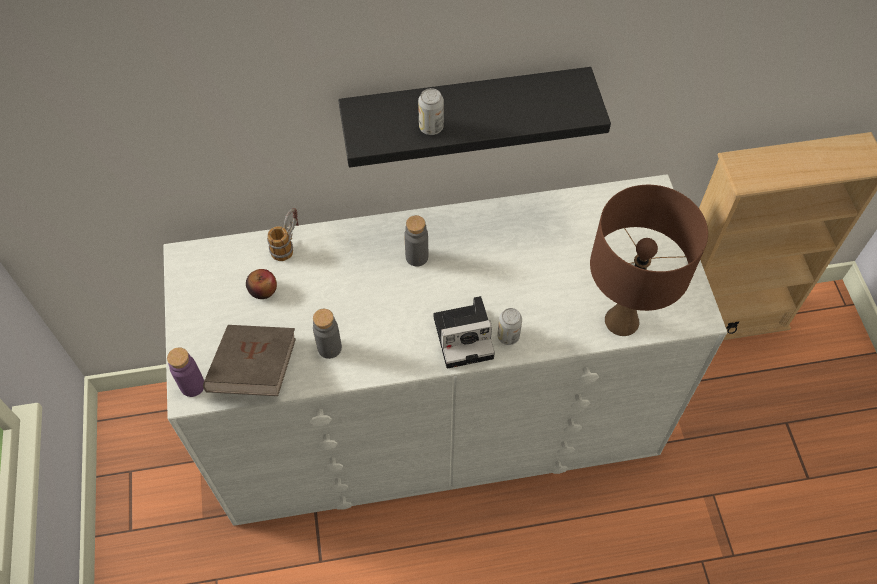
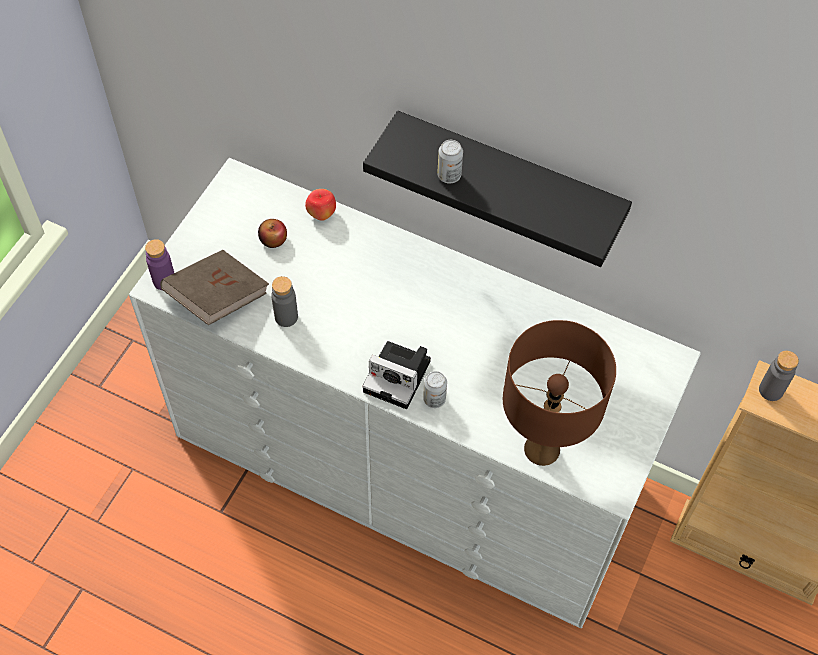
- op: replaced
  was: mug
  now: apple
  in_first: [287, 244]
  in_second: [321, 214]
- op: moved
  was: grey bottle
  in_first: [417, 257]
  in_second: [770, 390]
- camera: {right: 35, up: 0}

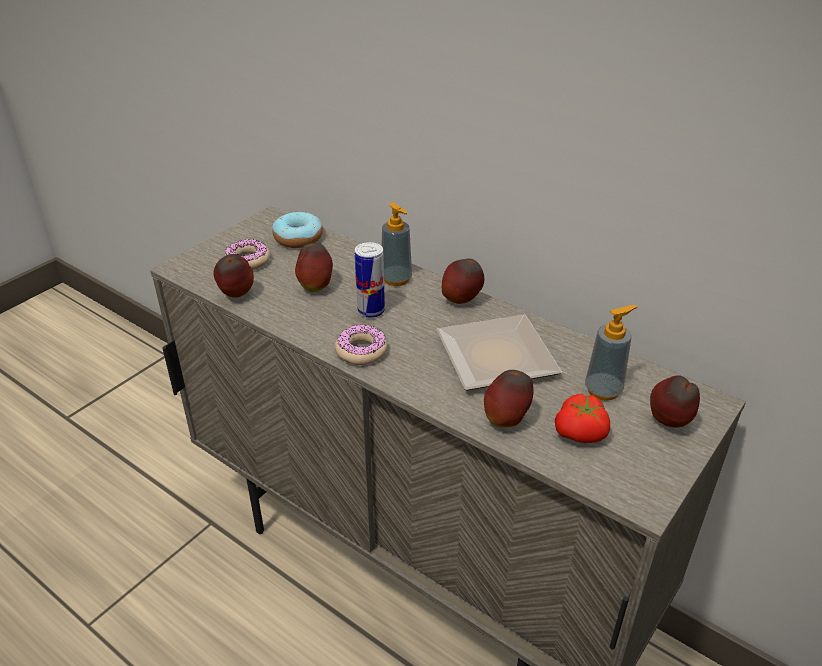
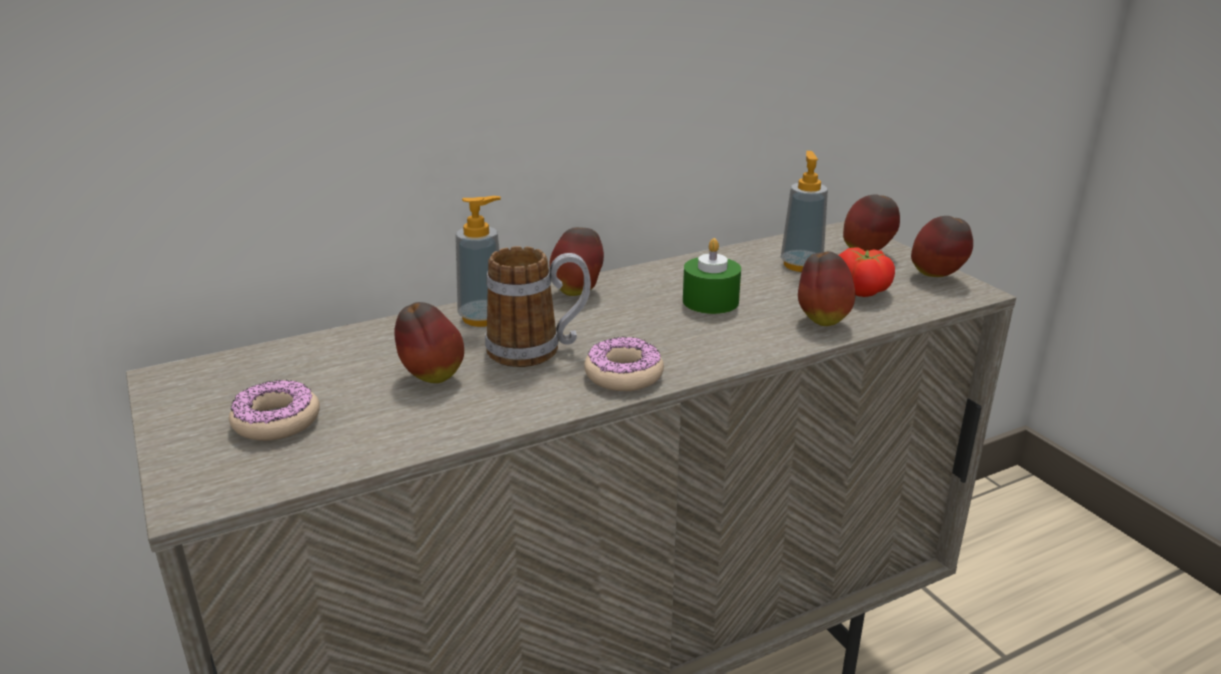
- op: replaced
  was: can
  now: mug
  in_first: [371, 311]
  in_second: [538, 350]
- op: replaced
  was: plate
  now: green candle
  in_first: [494, 360]
  in_second: [710, 301]
- op: moved
  was: apple
  in_first: [236, 296]
  in_second: [937, 277]
- op: removed
  was: donut
  in_first: [298, 238]
- camera: {right: -65, up: -10}

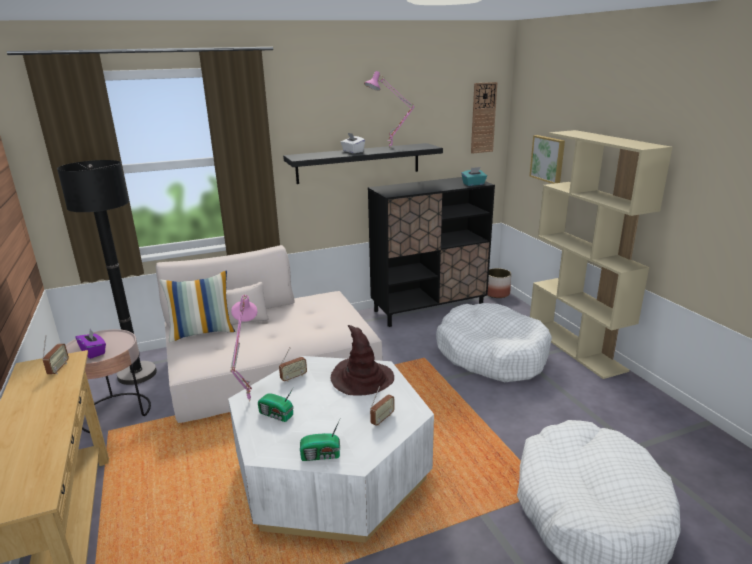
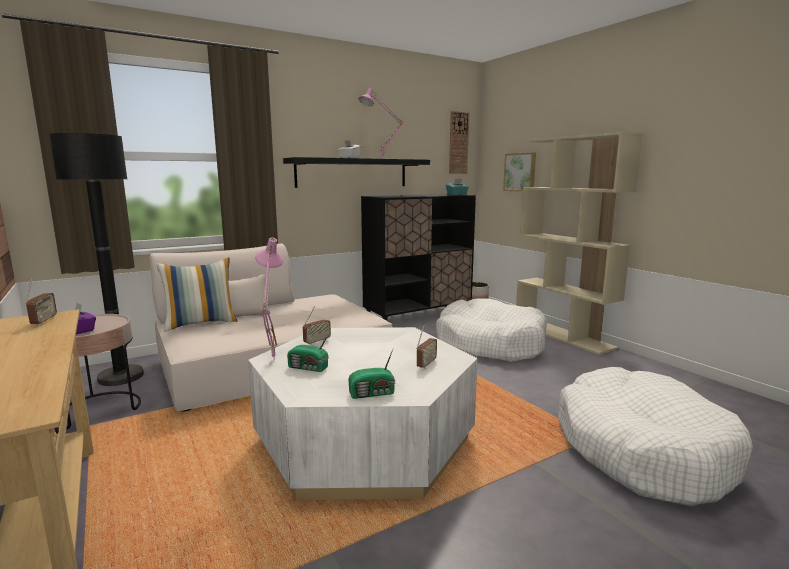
- op: removed
  was: brown hat
  in_first: [362, 379]
- camera: {right: -10, up: -10}

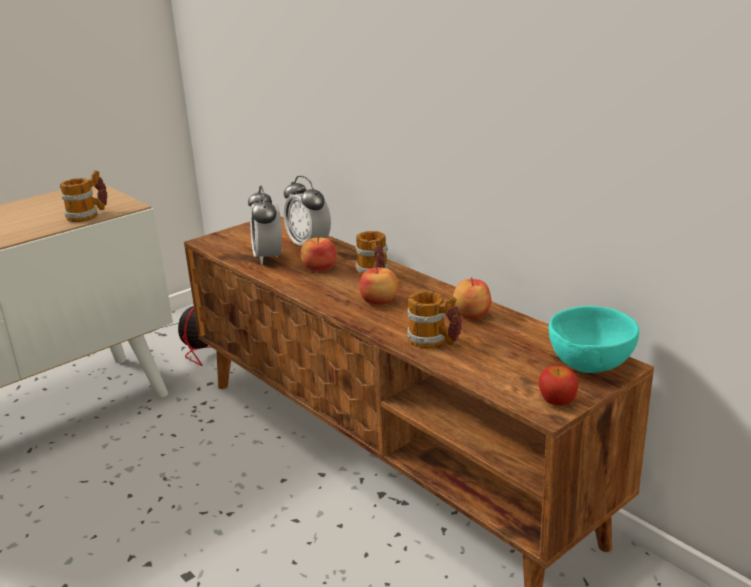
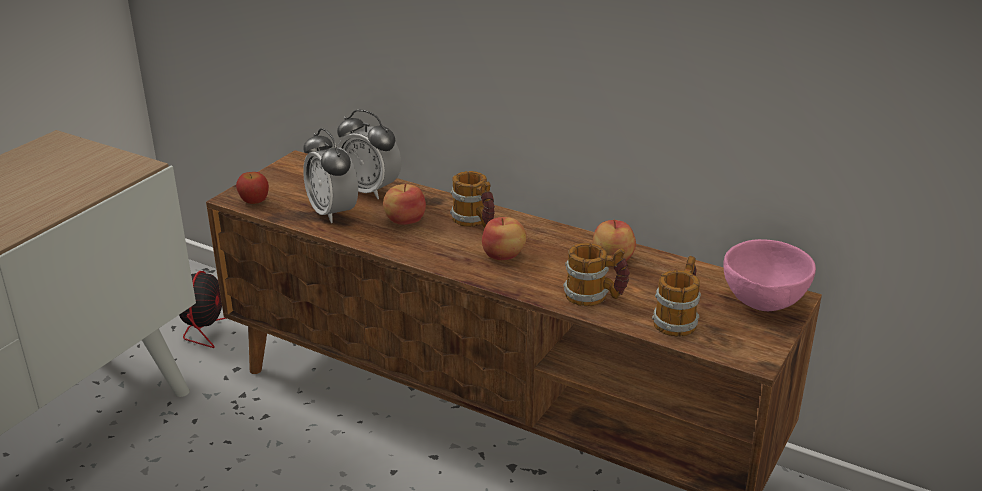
- op: moved
  was: apple
  in_first: [557, 401]
  in_second: [254, 201]
- op: moved
  was: mug
  in_first: [88, 215]
  in_second: [678, 319]
- op: recoloured
  was: turquoise bowl
  now: pink bowl
  in_first: [588, 364]
  in_second: [762, 301]
- camera: {right: -20, up: 5}

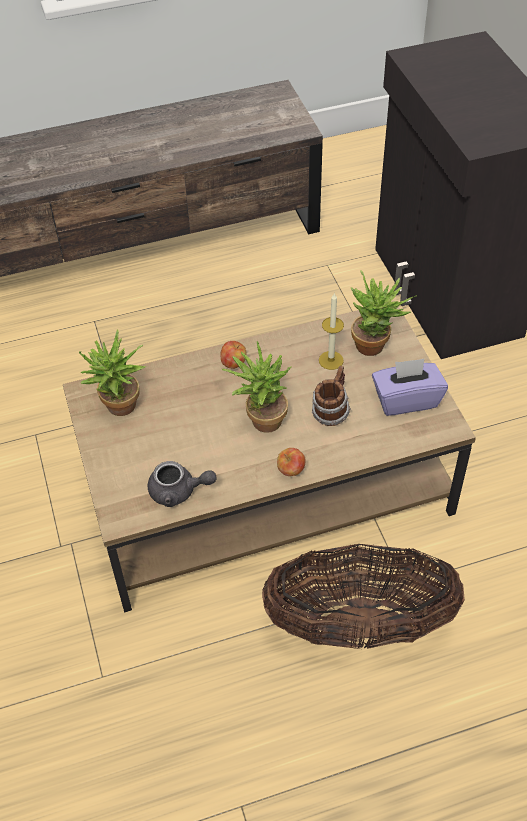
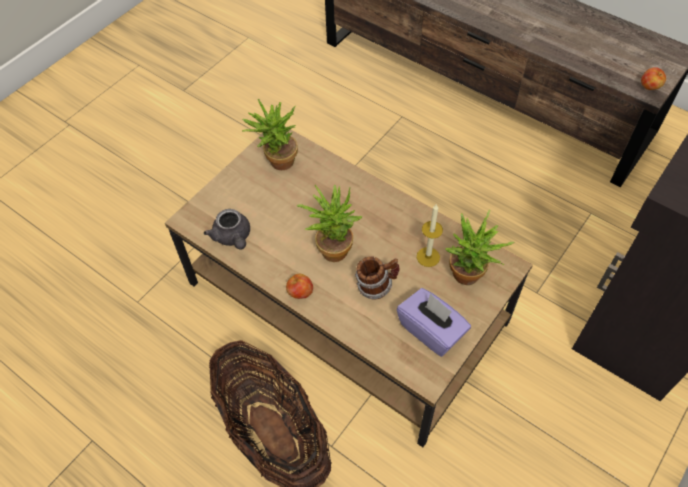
- op: moved
  was: apple
  in_first: [233, 363]
  in_second: [649, 87]
- camera: {right: 55, up: 5}

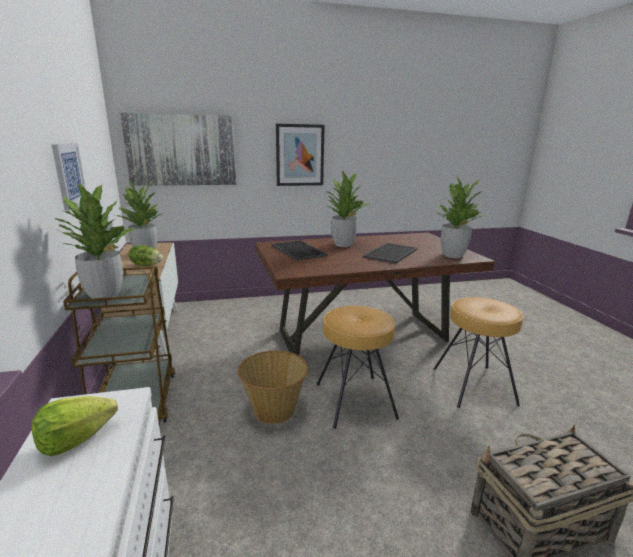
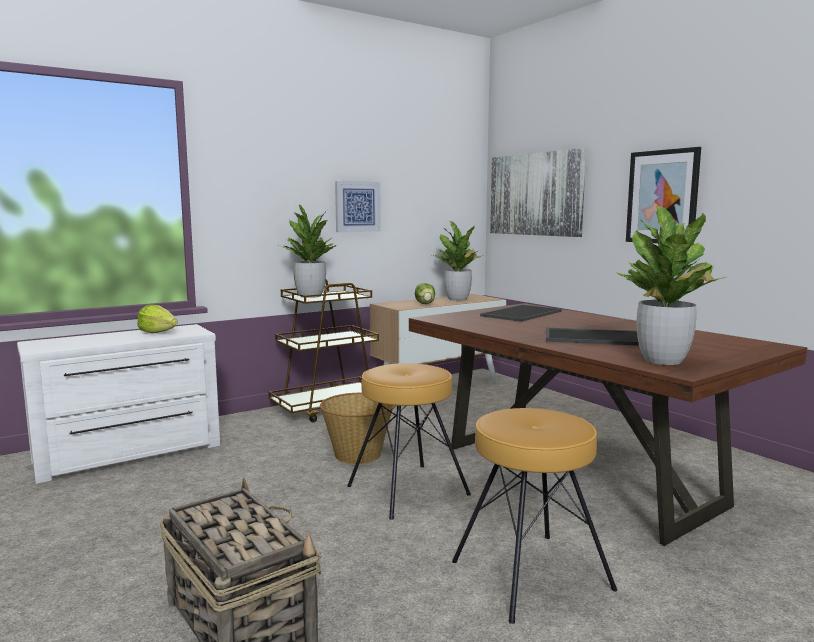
- op: removed
  was: potted plant
  in_first: [343, 244]
- camera: {right: 70, up: -10}

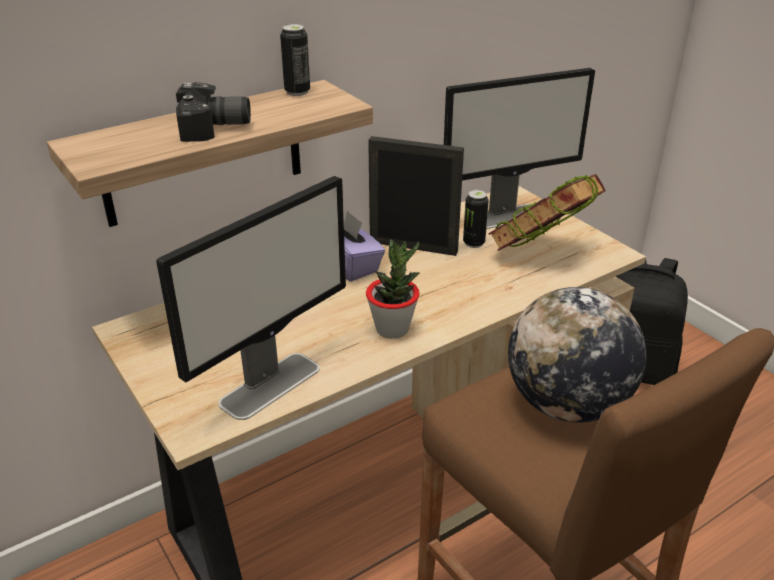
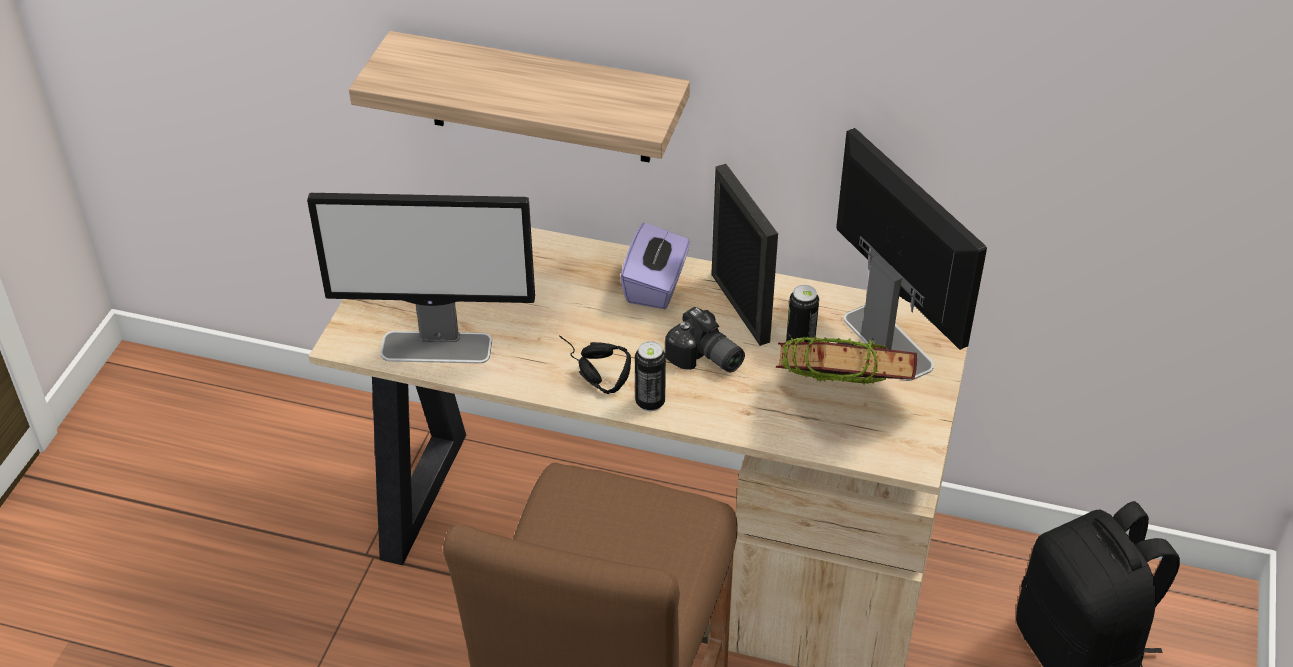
- op: replaced
  was: potted plant
  now: black headphones
  in_first: [392, 329]
  in_second: [588, 372]
- op: moved
  was: can
  in_first: [297, 92]
  in_second: [650, 402]
- op: moved
  was: photo camera
  in_first: [215, 130]
  in_second: [705, 359]
- op: turned
  was: monitor
  in_first: [507, 216]
  in_second: [887, 341]
  clockwise: -150
- op: removed
  was: globe
  in_first: [567, 404]
- camera: {right: 50, up: 10}

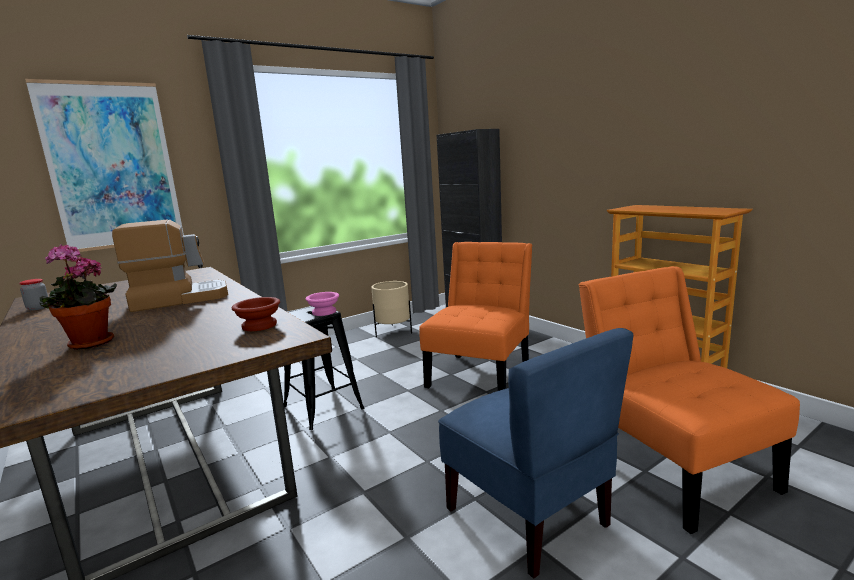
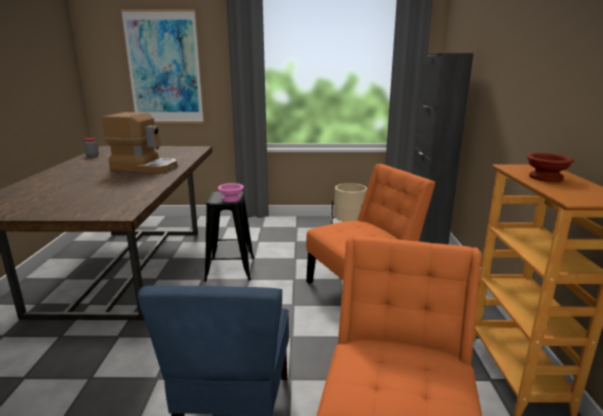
- op: moved
  was: brown bowl
  in_first: [261, 325]
  in_second: [547, 178]
- op: removed
  was: potted plant
  in_first: [89, 344]
- camera: {right: 35, up: 5}

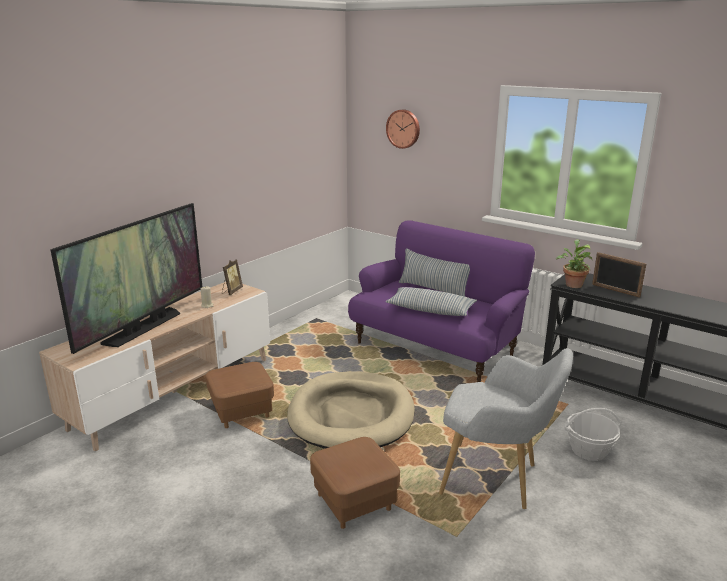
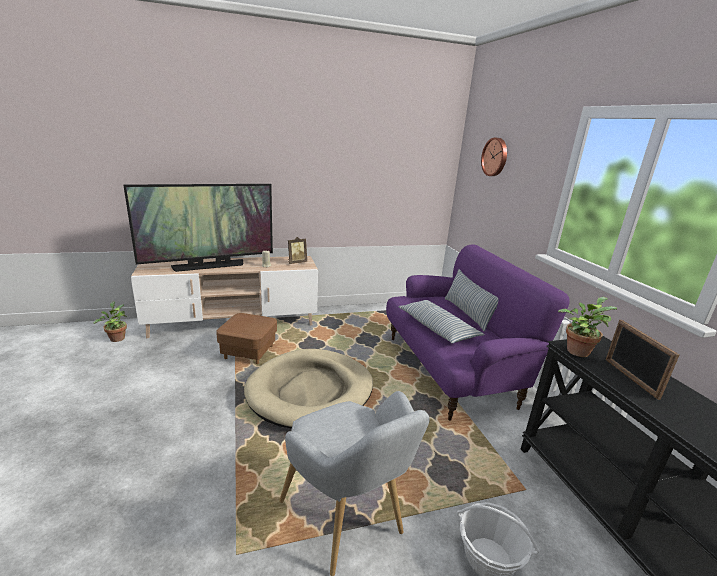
- op: added
  now: potted plant
  in_second: [116, 338]
- op: removed
  was: brown ottoman
  in_first: [354, 501]
- camera: {right: 35, up: 0}

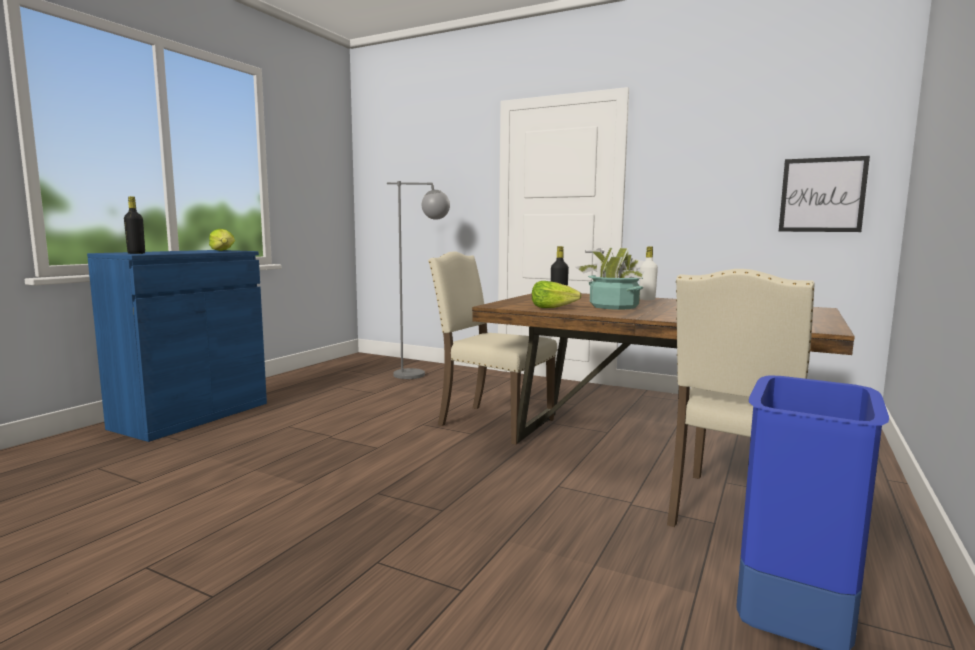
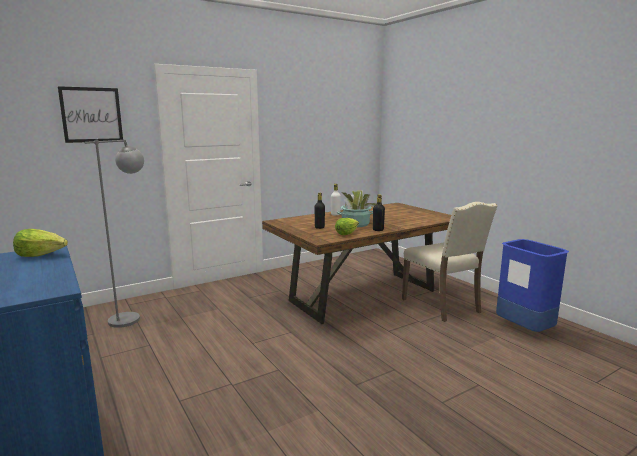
- op: moved
  was: picture
  in_first: [822, 195]
  in_second: [91, 115]
- op: moved
  was: black bottle
  in_first: [136, 253]
  in_second: [378, 230]
- op: removed
  was: beige chair
  in_first: [492, 422]
- camera: {right: -60, up: 5}

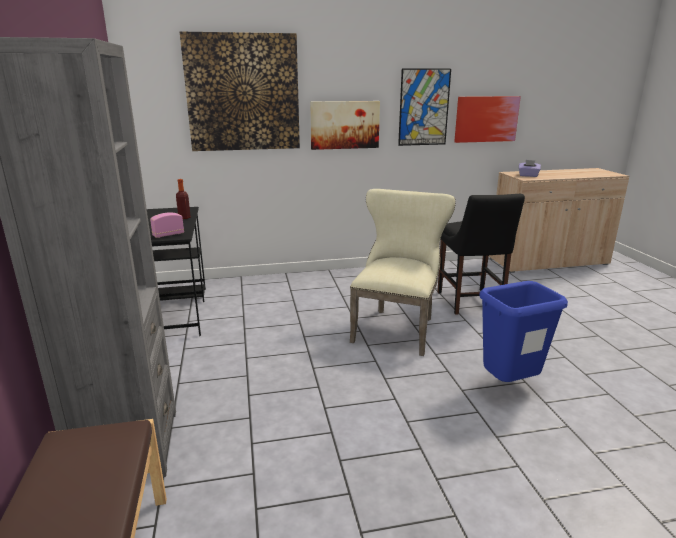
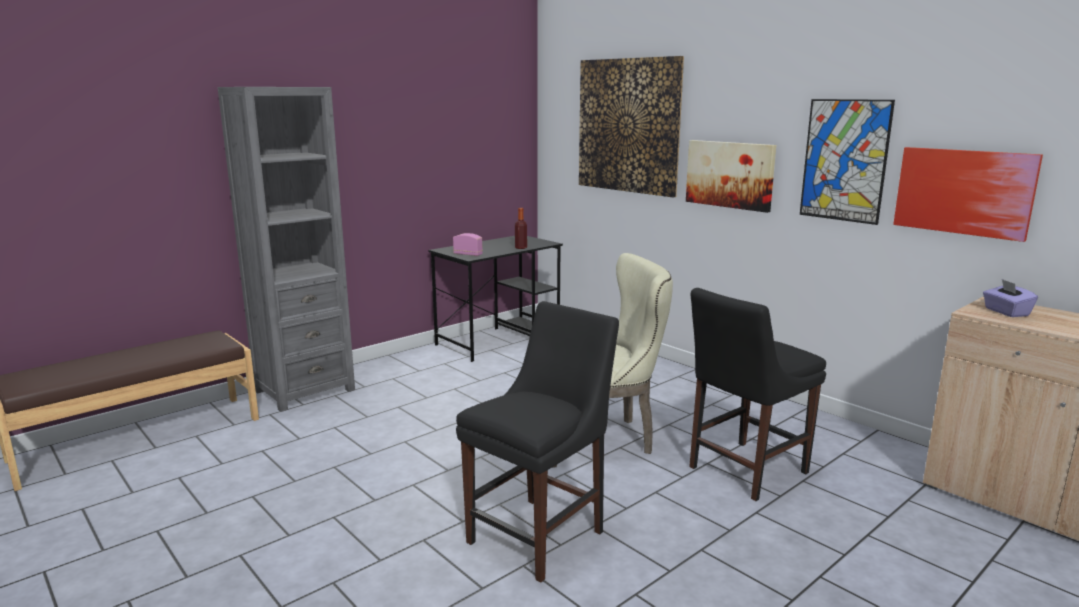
- op: replaced
  was: blue trash can
  now: black chair
  in_first: [510, 385]
  in_second: [541, 534]
- camera: {right: 60, up: -5}

